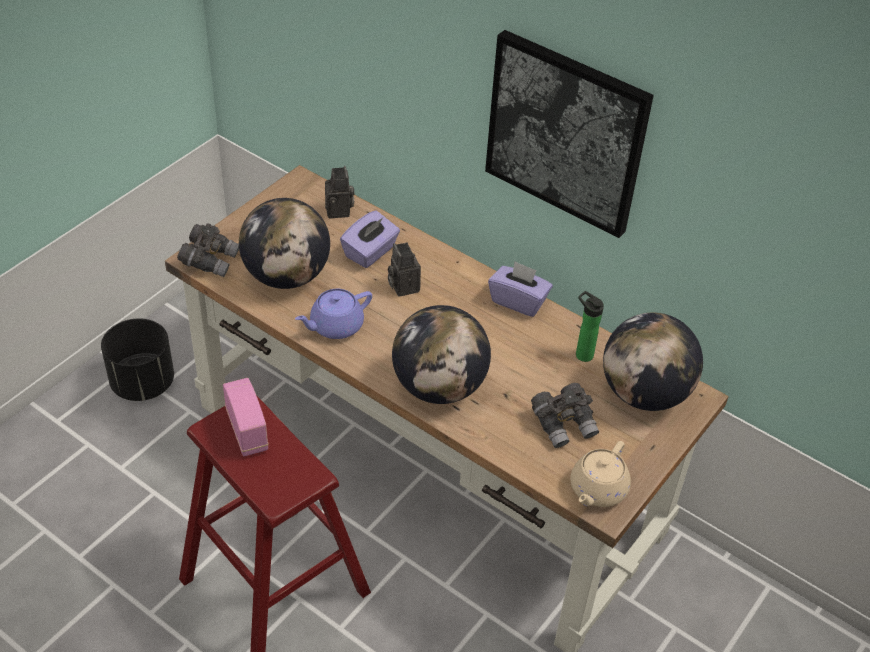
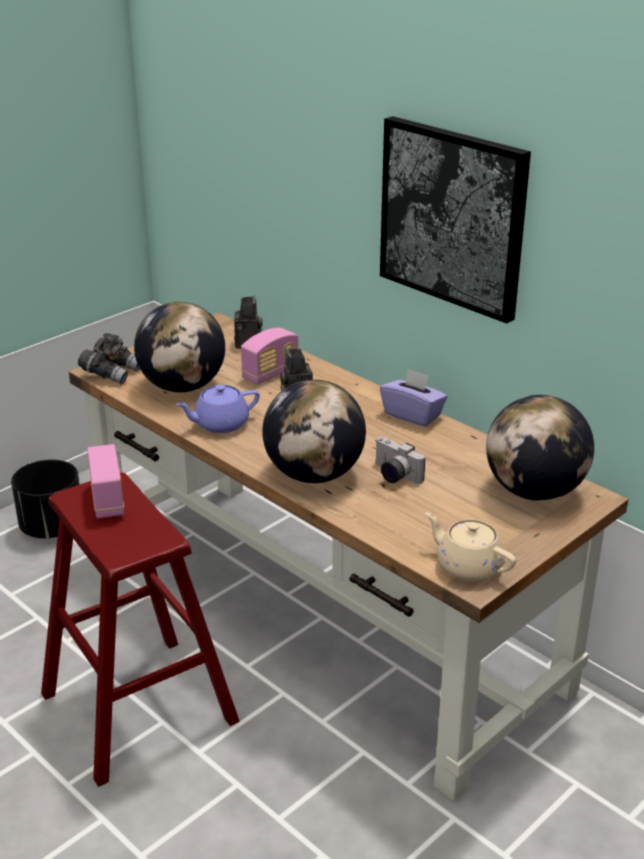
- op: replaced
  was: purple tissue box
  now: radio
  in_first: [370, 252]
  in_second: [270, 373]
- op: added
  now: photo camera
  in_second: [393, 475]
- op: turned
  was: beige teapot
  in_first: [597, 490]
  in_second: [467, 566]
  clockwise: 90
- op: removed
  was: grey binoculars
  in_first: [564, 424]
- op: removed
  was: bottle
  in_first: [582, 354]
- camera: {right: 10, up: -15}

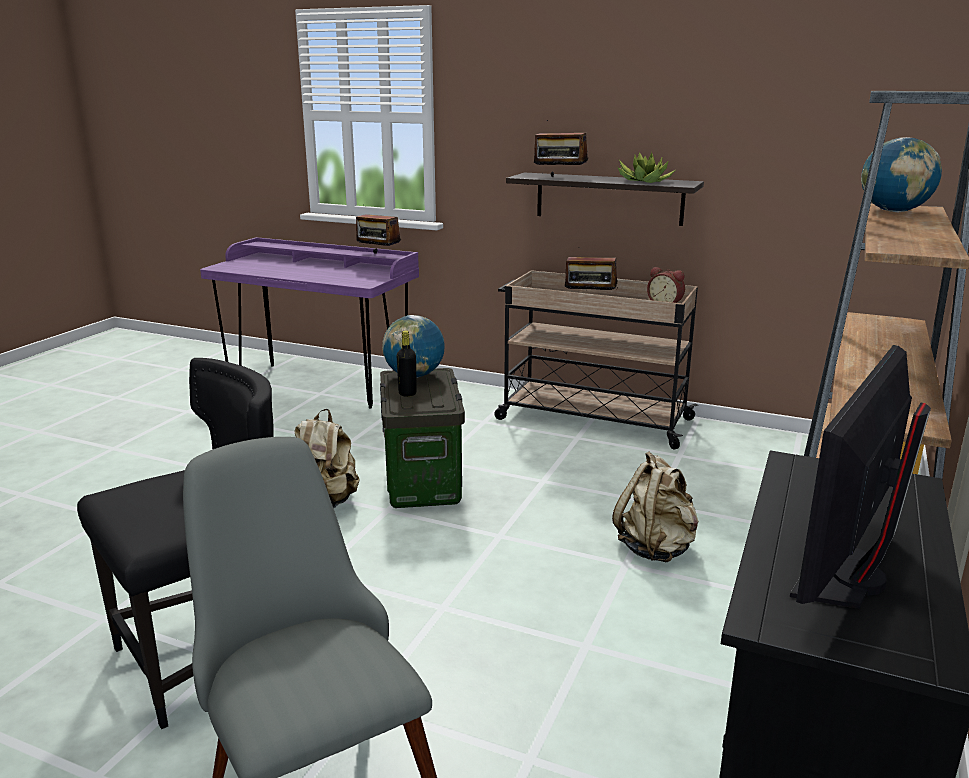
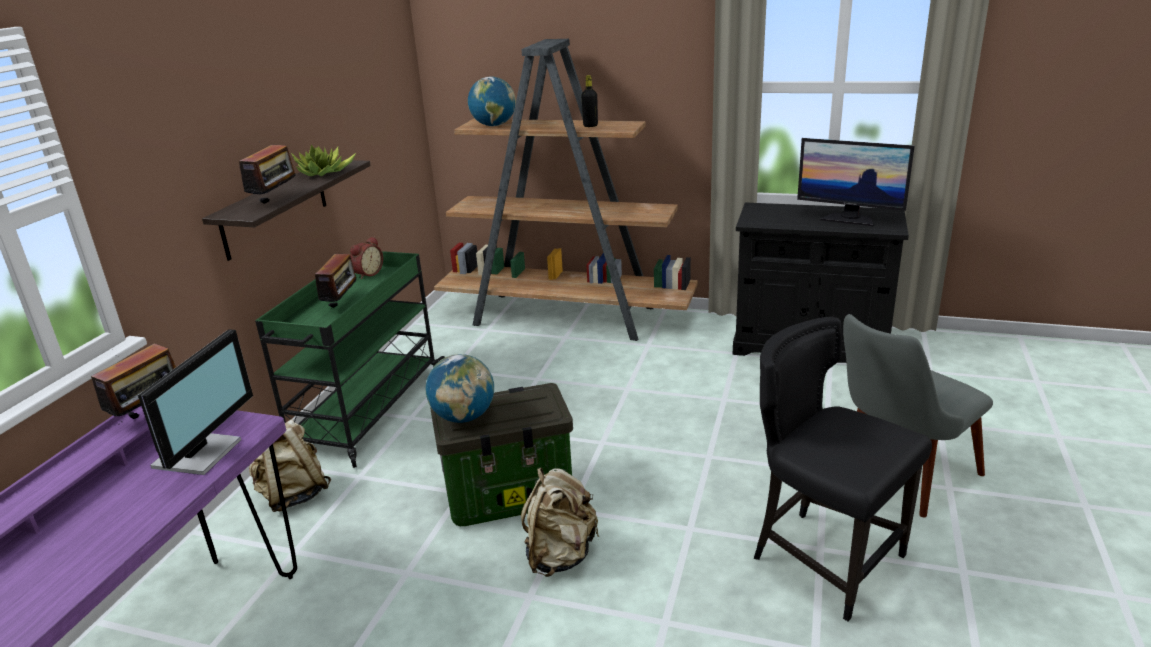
- op: added
  now: monitor
  in_second: [201, 453]
- op: moved
  was: beige backpack
  in_first: [656, 548]
  in_second: [293, 495]
- op: recoloured
  was: beige cart
  now: green cart
  in_first: [591, 419]
  in_second: [366, 412]
- op: moved
  was: black bottle
  in_first: [407, 393]
  in_second: [590, 126]
- camera: {right: -95, up: 5}

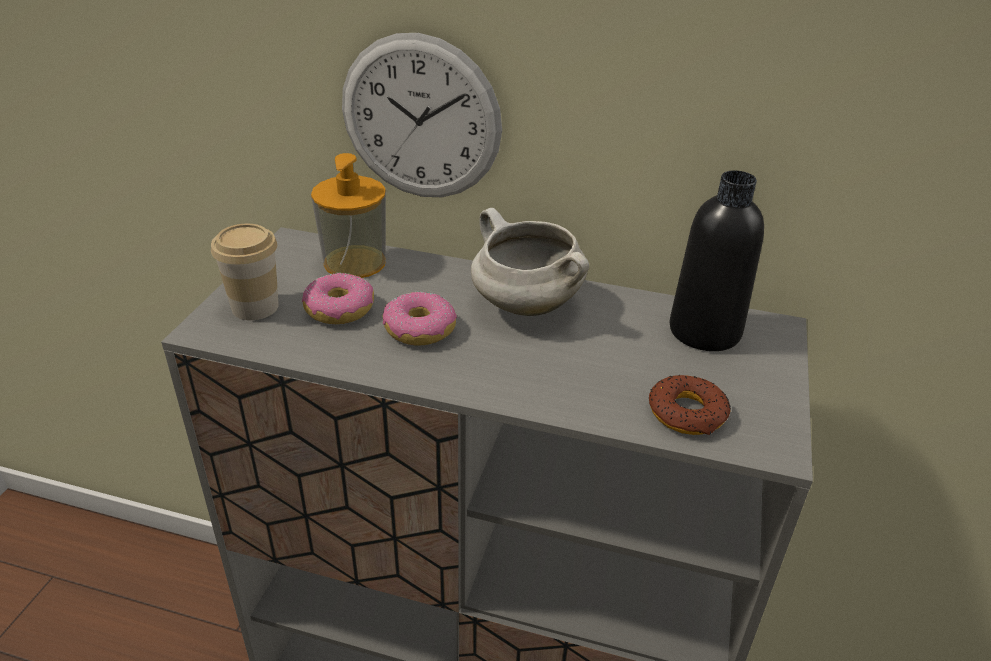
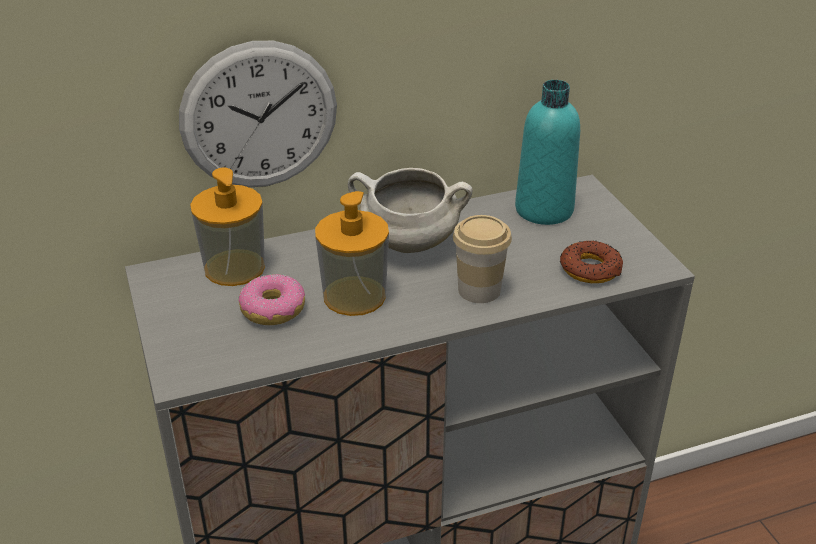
- op: replaced
  was: donut
  now: soap dispenser
  in_first: [419, 329]
  in_second: [354, 296]
- op: moved
  was: cup
  in_first: [255, 307]
  in_second: [479, 290]
- op: recoloured
  was: black bottle
  now: turquoise bottle
  in_first: [704, 331]
  in_second: [544, 210]
- camera: {right: -35, up: 0}

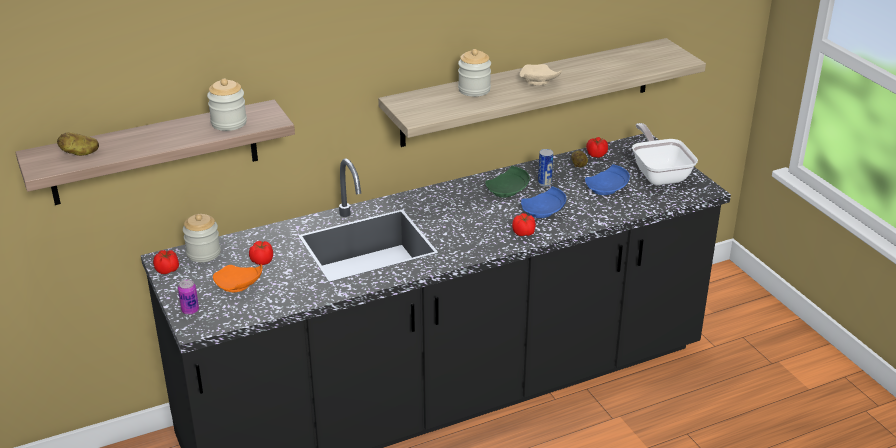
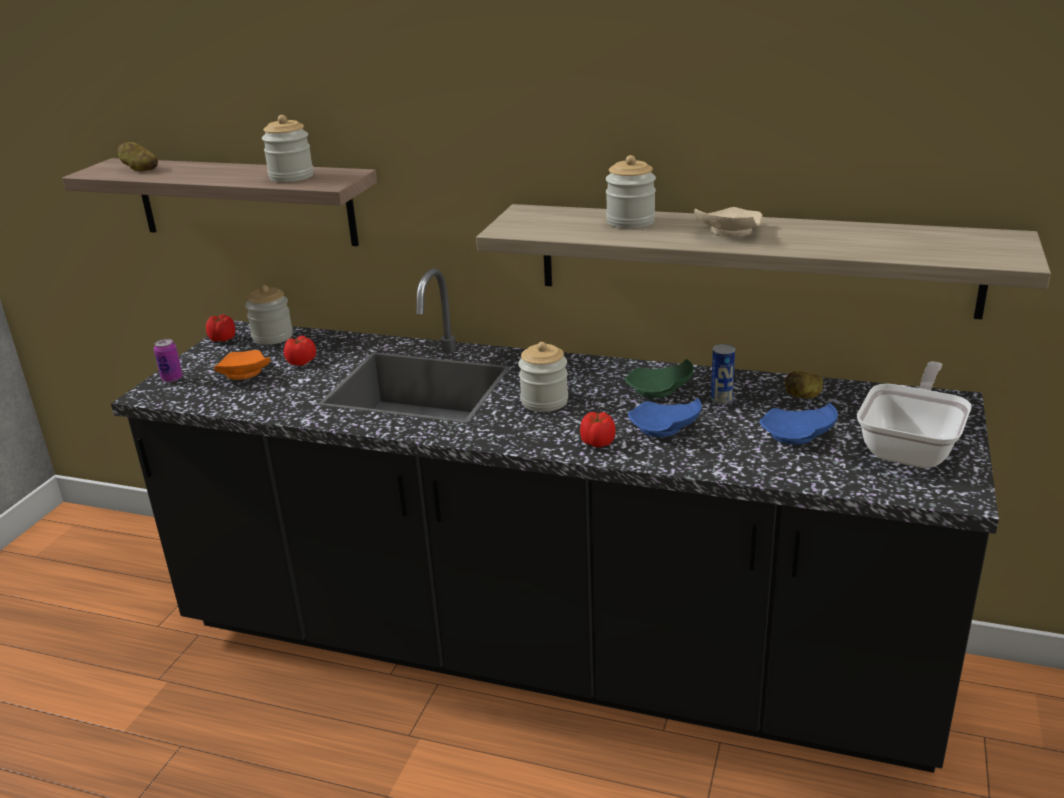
- op: added
  now: jar
  in_second: [544, 401]
- op: removed
  was: tomato
  in_first: [596, 154]
- camera: {right: 45, up: -5}

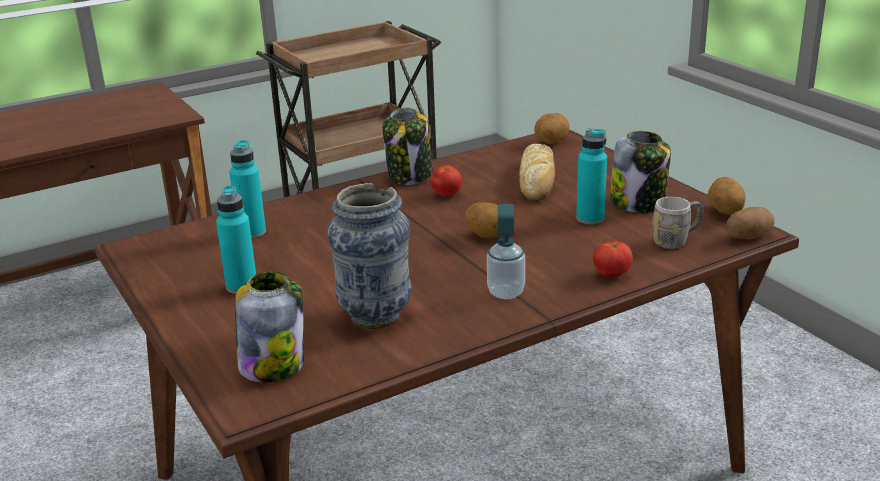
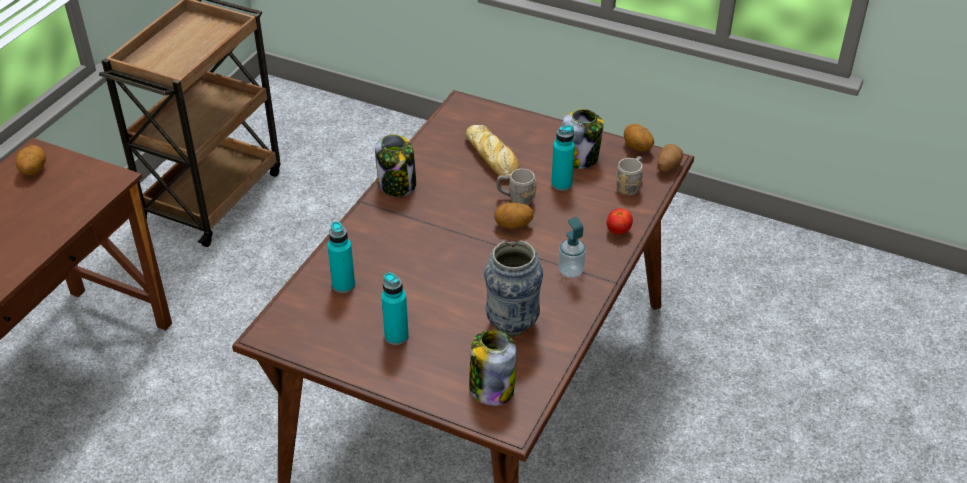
- op: moved
  was: potato
  in_first: [551, 142]
  in_second: [33, 170]
- op: added
  now: grey mug
  in_second: [516, 199]
- op: removed
  was: tomato
  in_first: [446, 194]
- camera: {right: -35, up: 15}

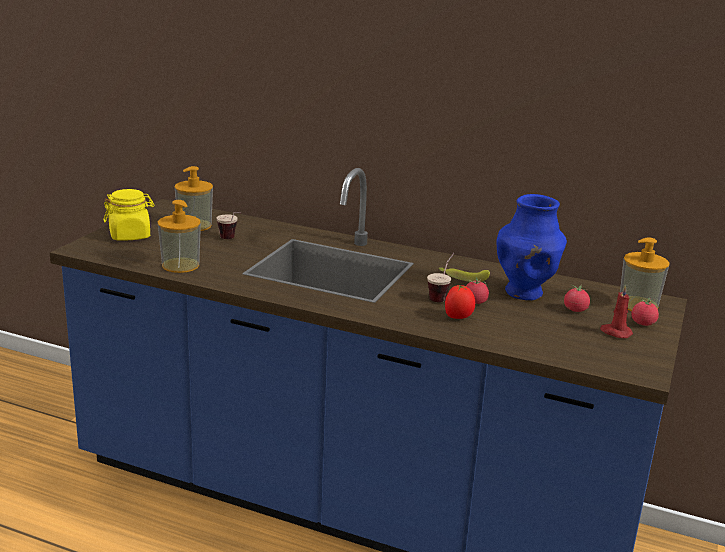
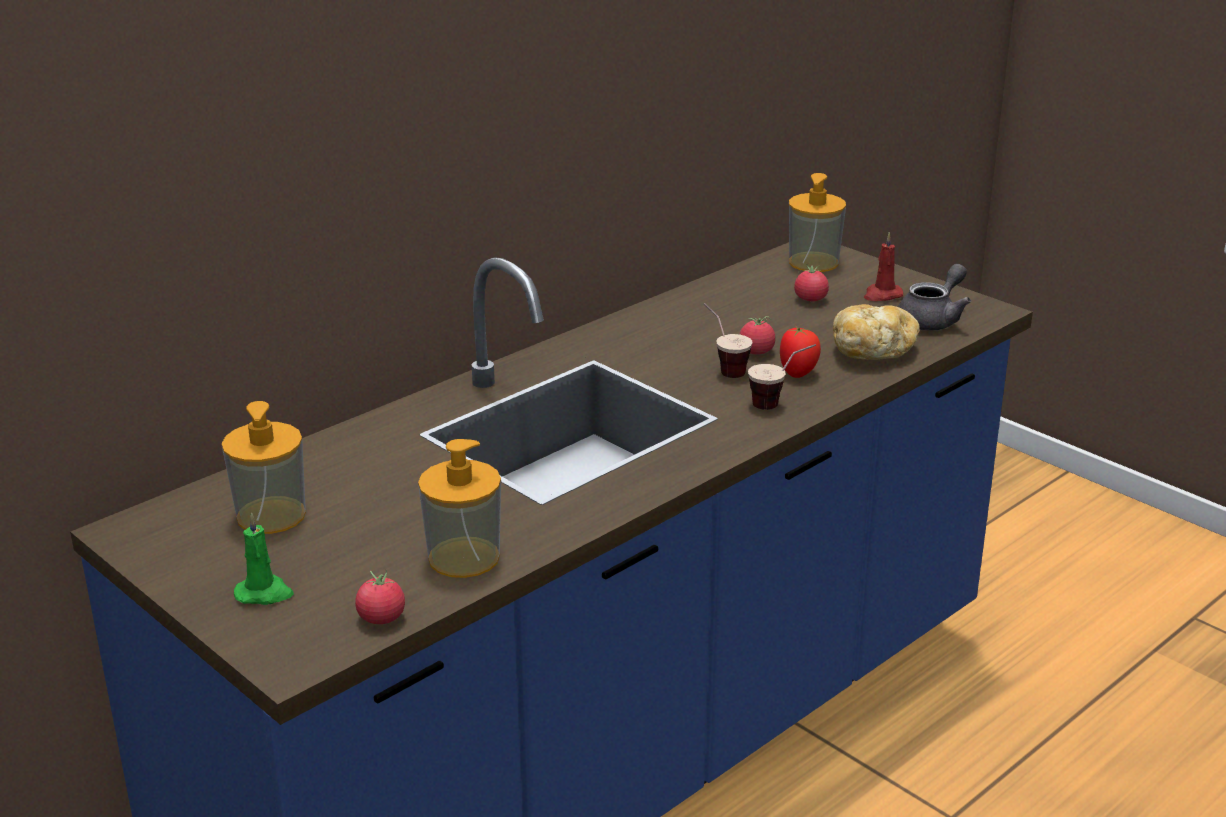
- op: replaced
  was: yellow jar
  now: green candle
  in_first: [130, 235]
  in_second: [264, 593]
- op: moved
  was: tomato
  in_first: [643, 323]
  in_second: [381, 618]
- op: moved
  was: cup
  in_first: [231, 240]
  in_second: [779, 403]
- op: added
  now: bread
  in_second: [873, 351]
- op: added
  now: grey teapot
  in_second: [933, 319]
- op: removed
  was: banana
  in_first: [463, 277]
- op: removed
  was: blue vase
  in_first: [525, 293]
- camera: {right: -65, up: 5}

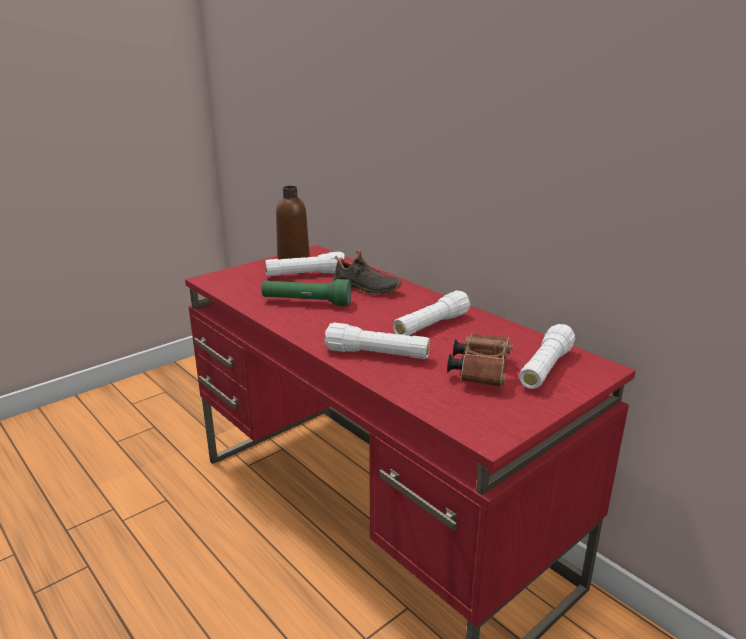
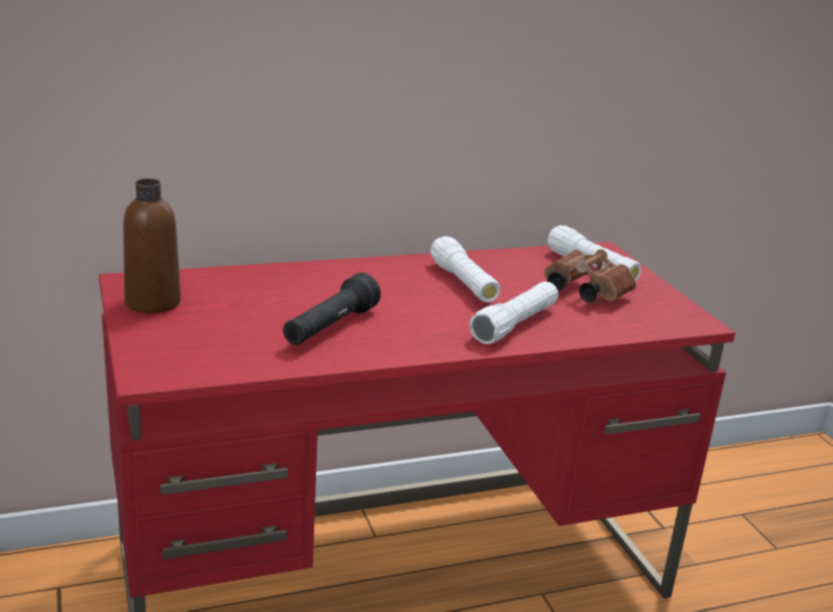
- op: recoloured
  was: green flashlight
  now: black flashlight
  in_first: [306, 302]
  in_second: [330, 328]
- op: removed
  was: white flashlight
  in_first: [305, 275]
- op: removed
  was: black shoe
  in_first: [365, 289]
- camera: {right: -70, up: 0}

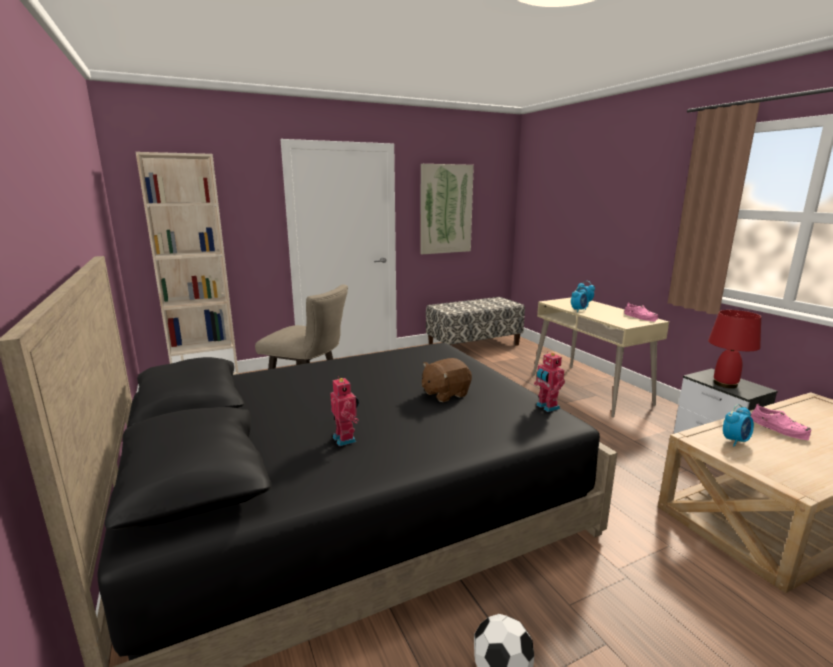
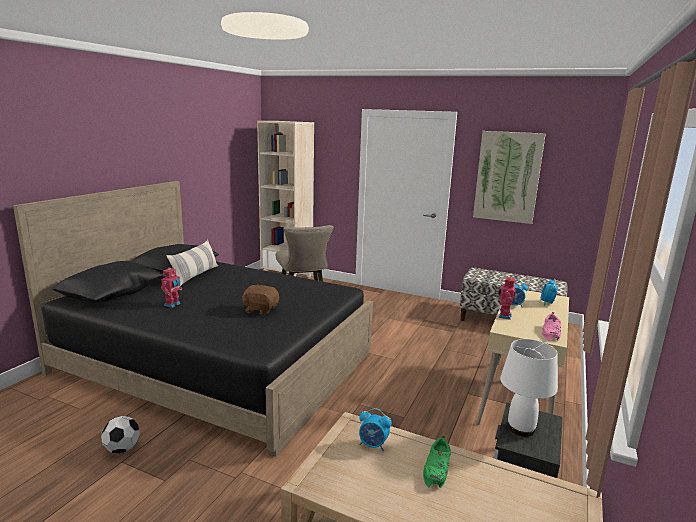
- op: added
  now: pillow
  in_second: [195, 275]
- op: recoloured
  was: pink shoe
  now: green shoe
  in_first: [779, 428]
  in_second: [437, 468]
- op: moved
  was: toy robot
  in_first: [546, 407]
  in_second: [503, 316]
- op: recoloured
  was: red table lamp
  now: white table lamp
  in_first: [725, 384]
  in_second: [521, 429]
- camera: {right: 50, up: 0}

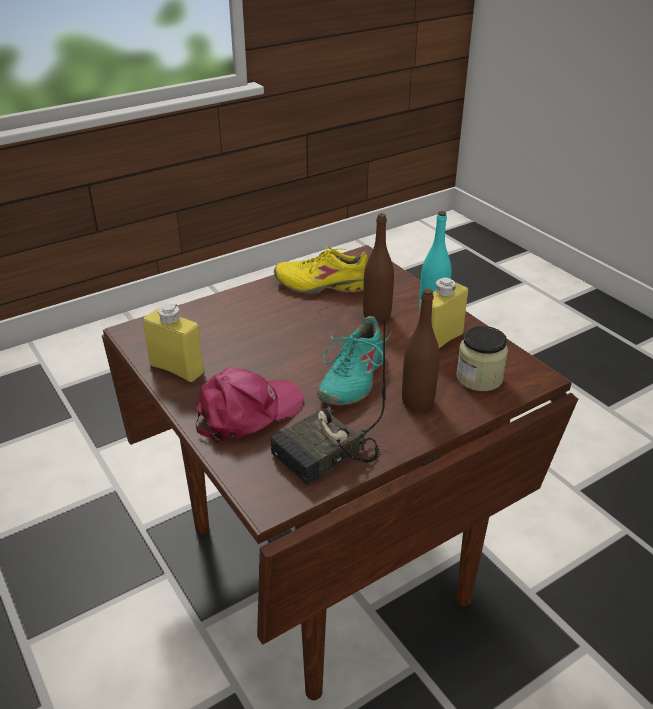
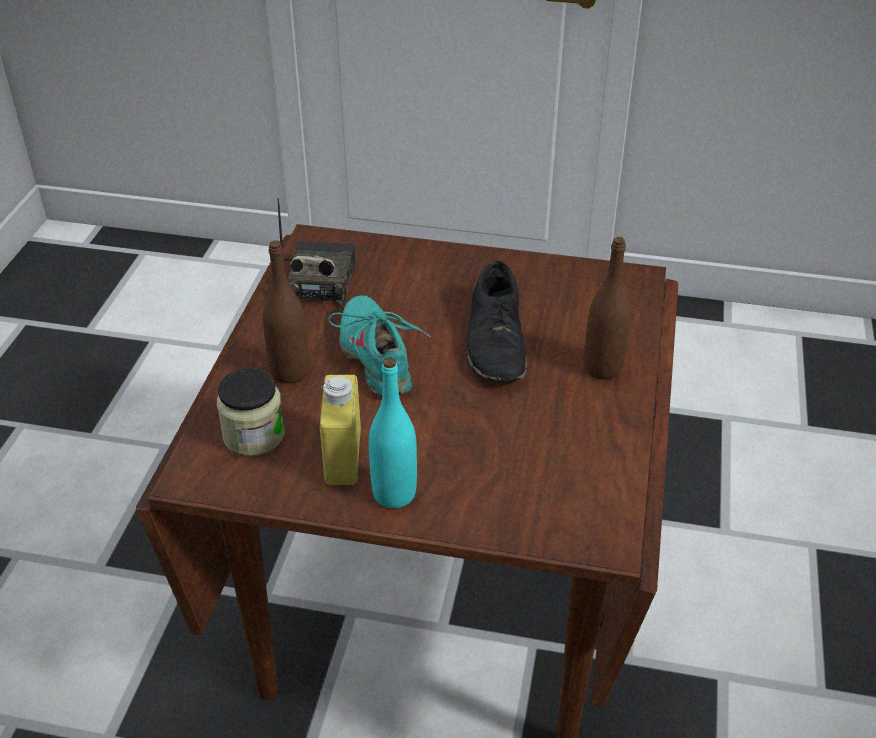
- op: added
  now: black shoe
  in_second: [496, 341]
- op: moved
  was: brown bottle
  in_first: [377, 316]
  in_second: [602, 368]
- op: removed
  was: yellow bottle
  in_first: [177, 369]
- op: removed
  was: pink cap
  in_first: [247, 412]
- op: removed
  was: yellow shoe
  in_first: [322, 285]
- camera: {right: 135, up: 5}

